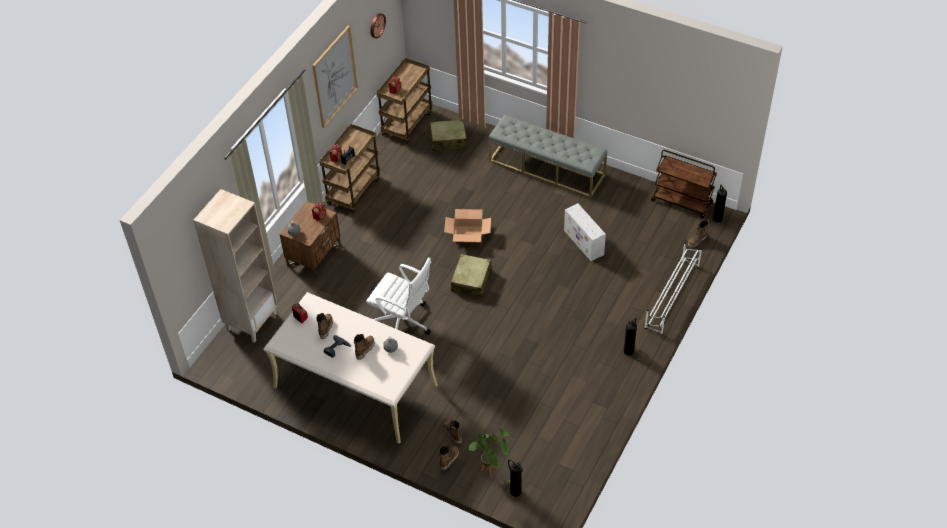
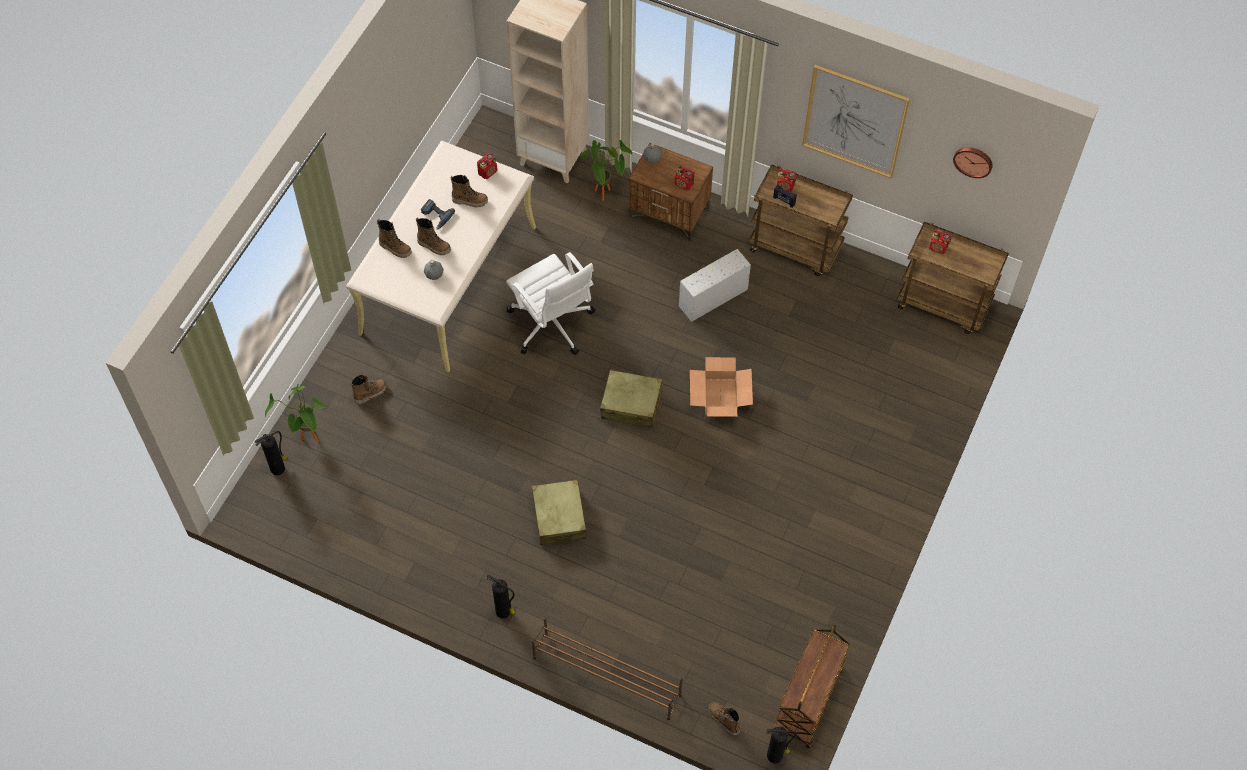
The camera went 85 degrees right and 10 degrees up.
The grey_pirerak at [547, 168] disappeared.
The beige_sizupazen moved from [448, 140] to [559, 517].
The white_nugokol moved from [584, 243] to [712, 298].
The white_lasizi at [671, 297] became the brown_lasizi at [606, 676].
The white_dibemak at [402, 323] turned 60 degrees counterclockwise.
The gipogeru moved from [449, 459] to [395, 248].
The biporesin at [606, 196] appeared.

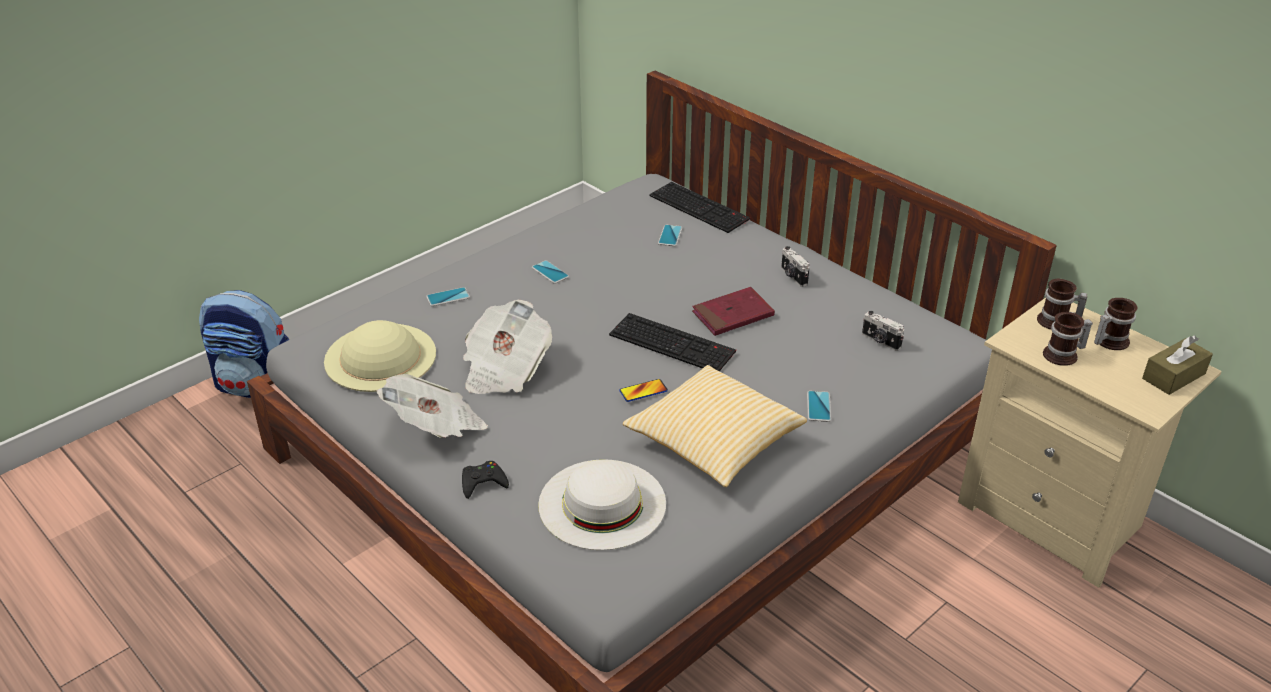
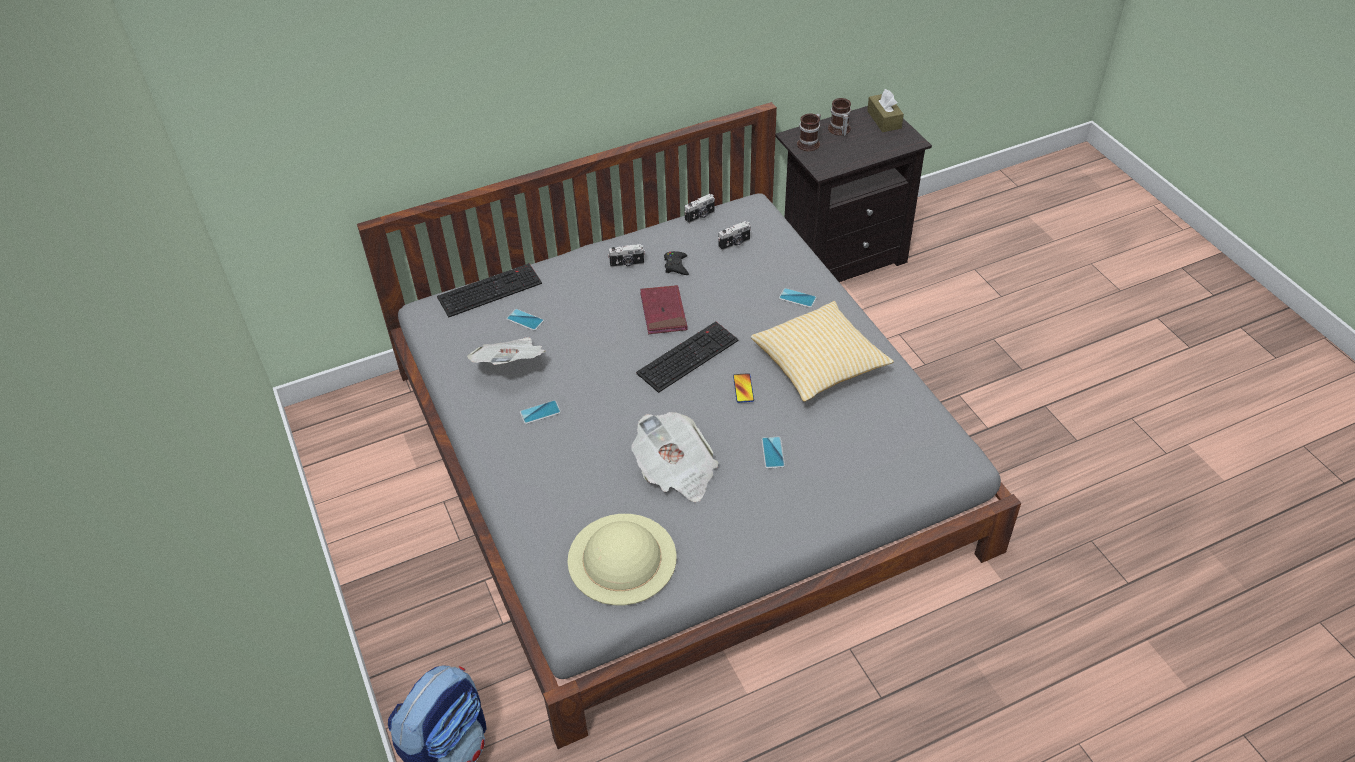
The camera went 70 degrees left and 10 degrees up.
The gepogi moved from [448, 297] to [773, 453].
The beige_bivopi at [1055, 517] became the black_bivopi at [841, 256].
The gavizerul at [1064, 356] disappeared.
The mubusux moved from [436, 427] to [511, 365].
The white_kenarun at [602, 503] disappeared.
The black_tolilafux moved from [483, 483] to [676, 266].
The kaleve at [700, 217] appeared.

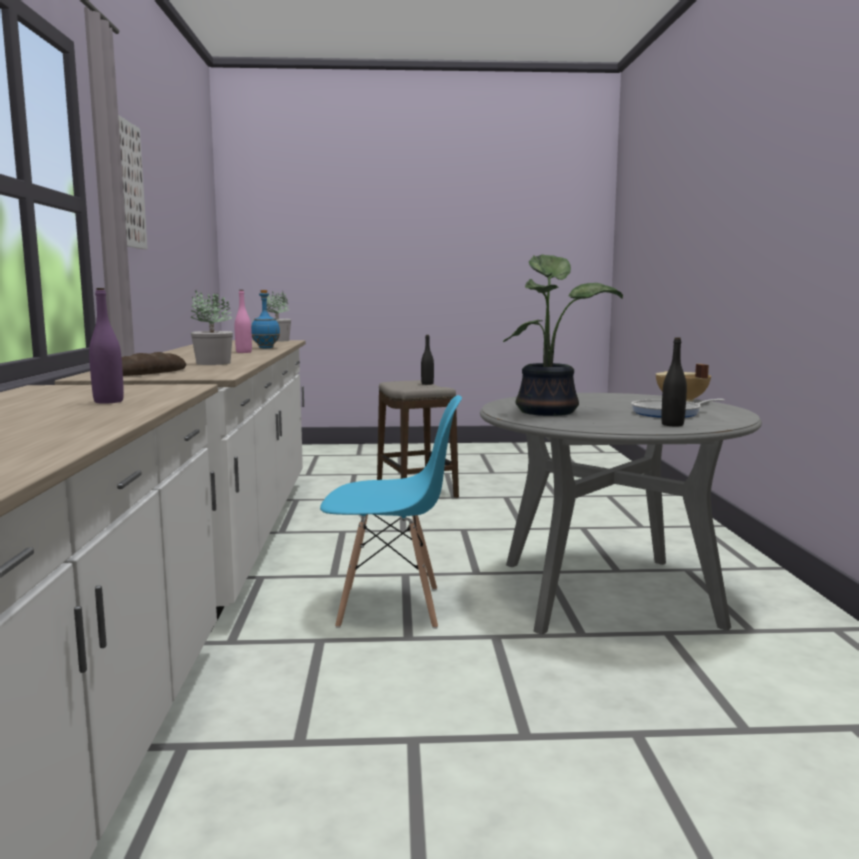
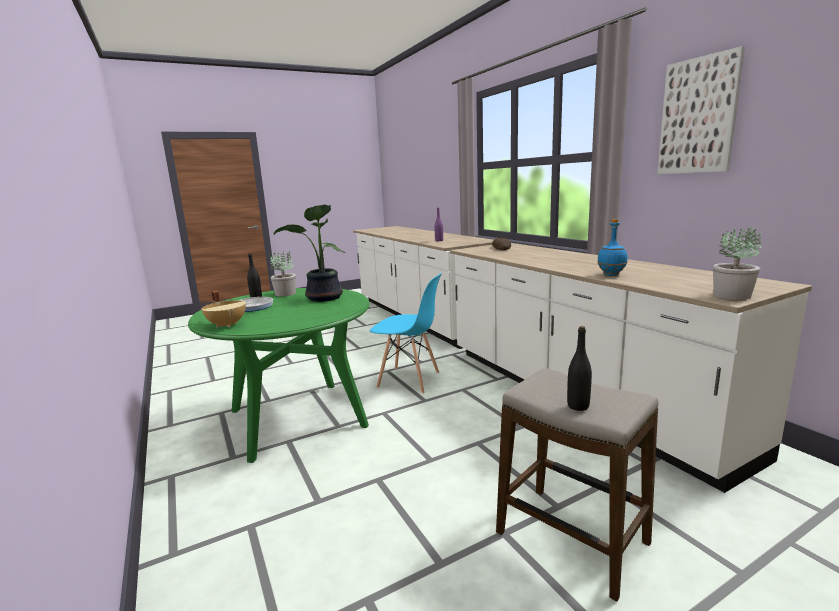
The camera went 155 degrees right and 5 degrees up.
The biporesin moved from [212, 363] to [285, 294].
The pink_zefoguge at [244, 352] disappeared.
The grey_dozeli at [607, 593] became the green_dozeli at [297, 418].
The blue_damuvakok at [390, 607] turned 135 degrees counterclockwise.

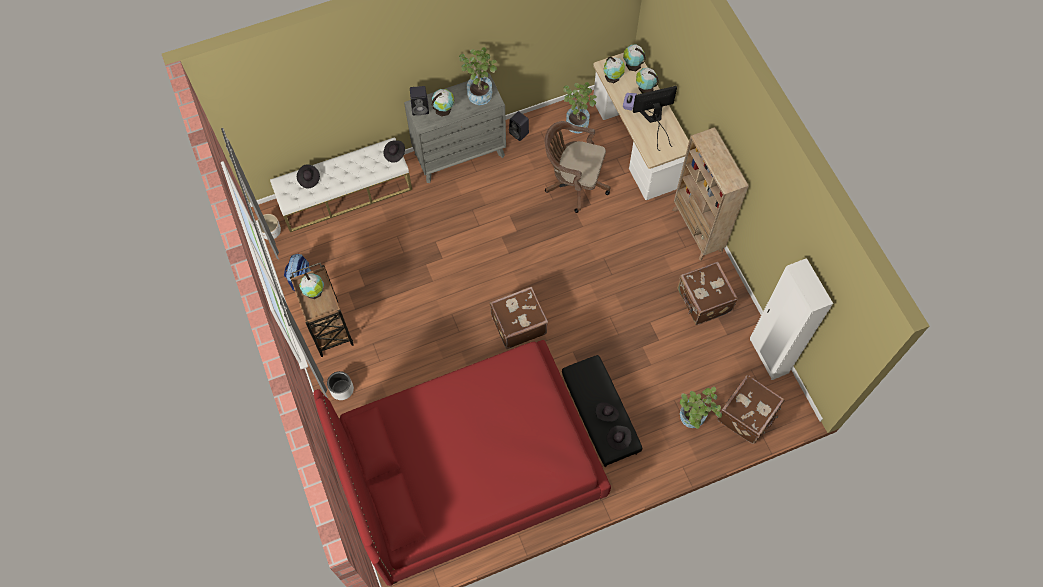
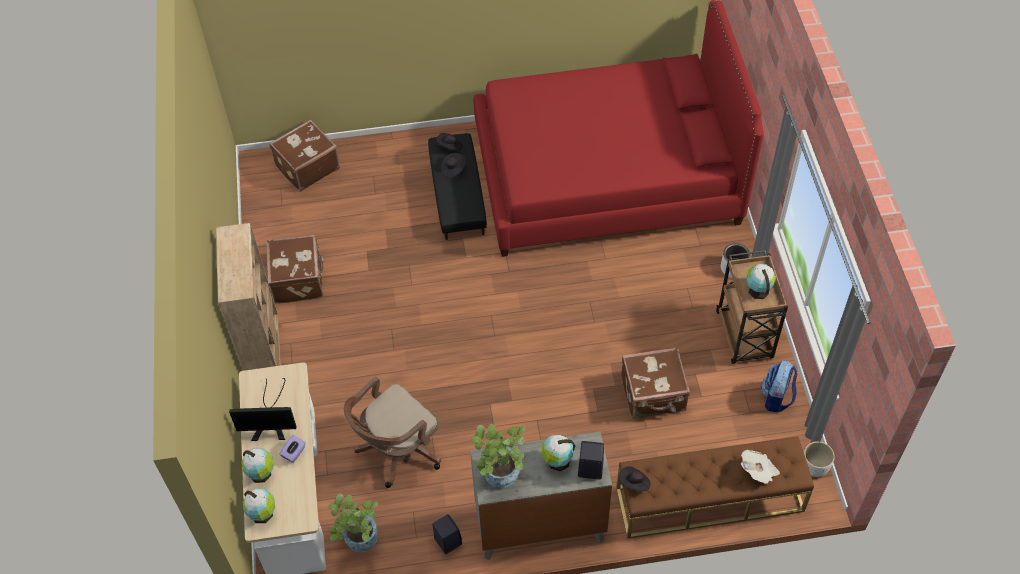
The camera went 165 degrees left and 10 degrees down.
The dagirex at [613, 77] disappeared.
The brown_dibemak at [573, 183] turned 105 degrees clockwise.
The white_pirerak at [345, 194] became the brown_pirerak at [709, 499].
The black_kenarun at [309, 179] was replaced by the mubusux at [758, 471].
The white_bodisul at [768, 356] disappeared.
The brown_sizupazen moved from [518, 324] to [653, 395].
The biporesin at [692, 420] disappeared.

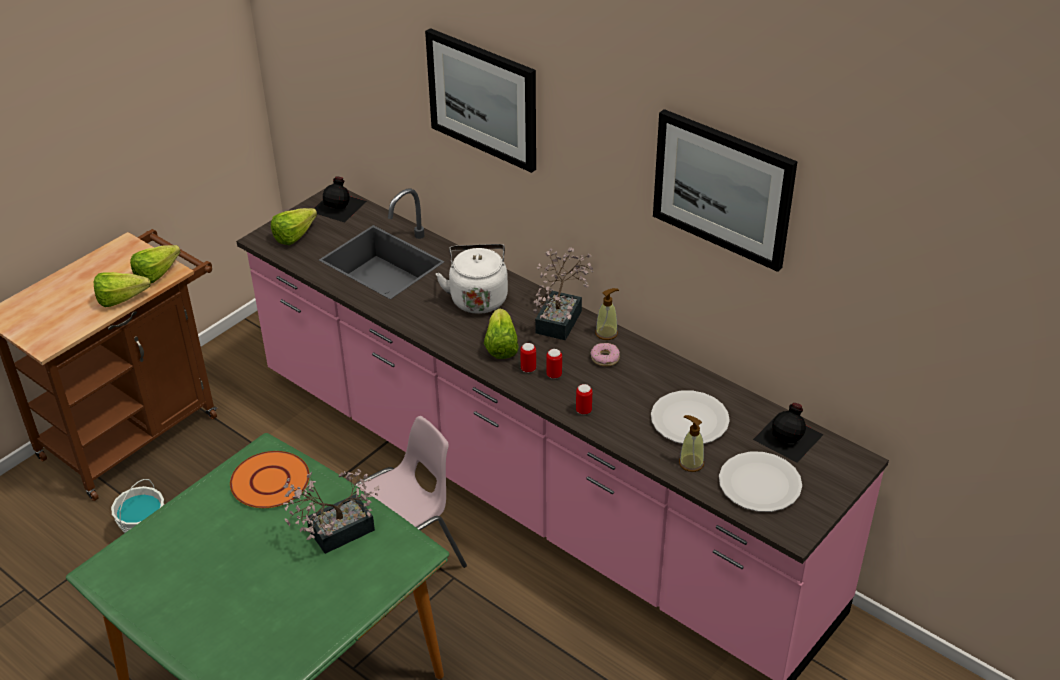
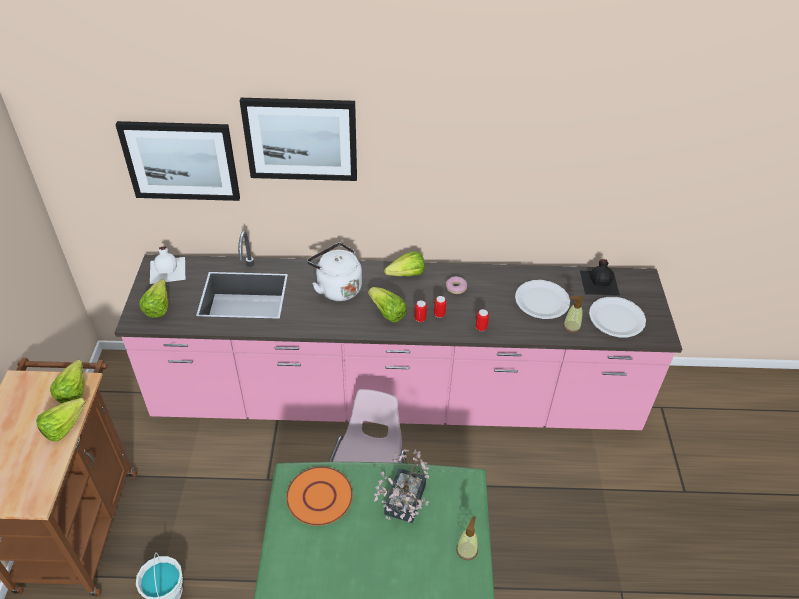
The camera went 40 degrees left and 5 degrees up.
The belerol moved from [723, 188] to [181, 160].
The black_zefoguge at [339, 206] became the white_zefoguge at [168, 269].
The biporesin at [561, 318] was replaced by the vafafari at [403, 275].
The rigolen moved from [606, 333] to [467, 550].

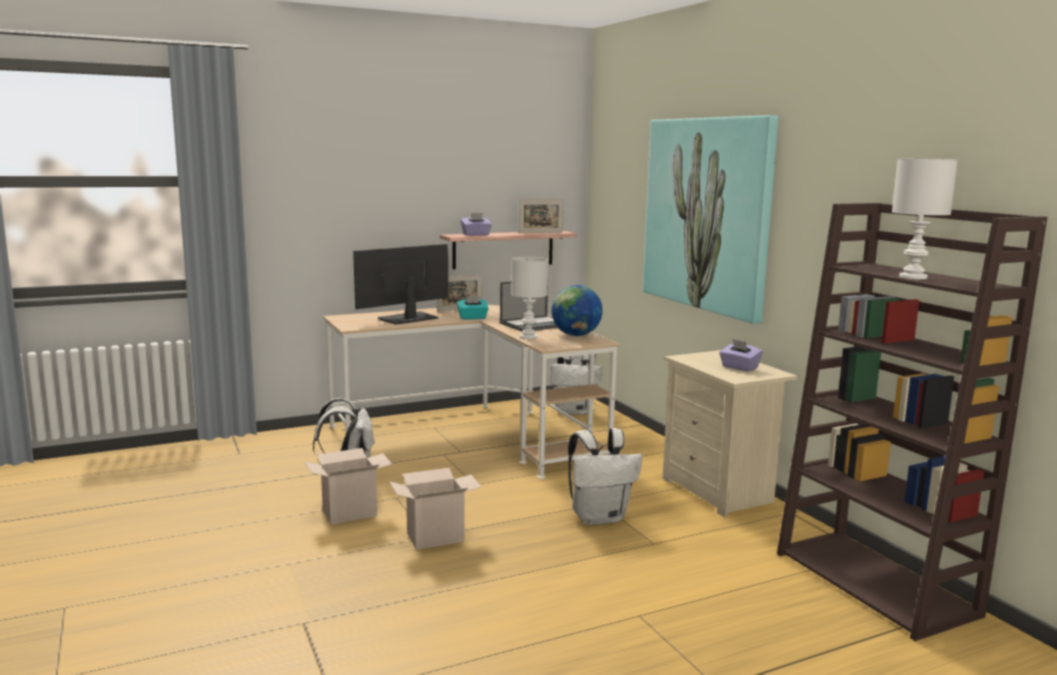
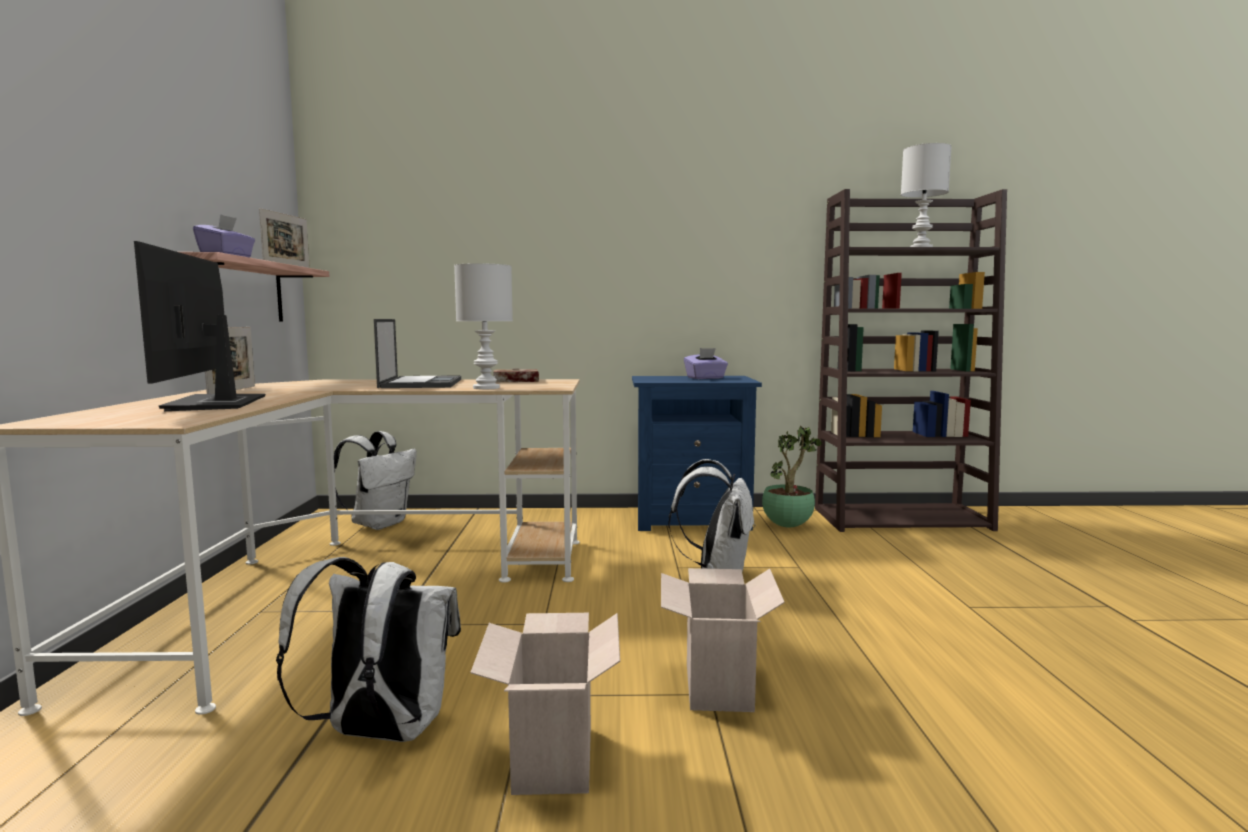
The camera went 65 degrees left and 5 degrees down.
The belerol at [707, 214] disappeared.
The dagirex at [576, 335] was replaced by the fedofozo at [514, 381].
The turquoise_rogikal at [472, 318] disappeared.
The beige_bivopi at [720, 492] became the blue_bivopi at [692, 519].
The biporesin at [788, 526] appeared.

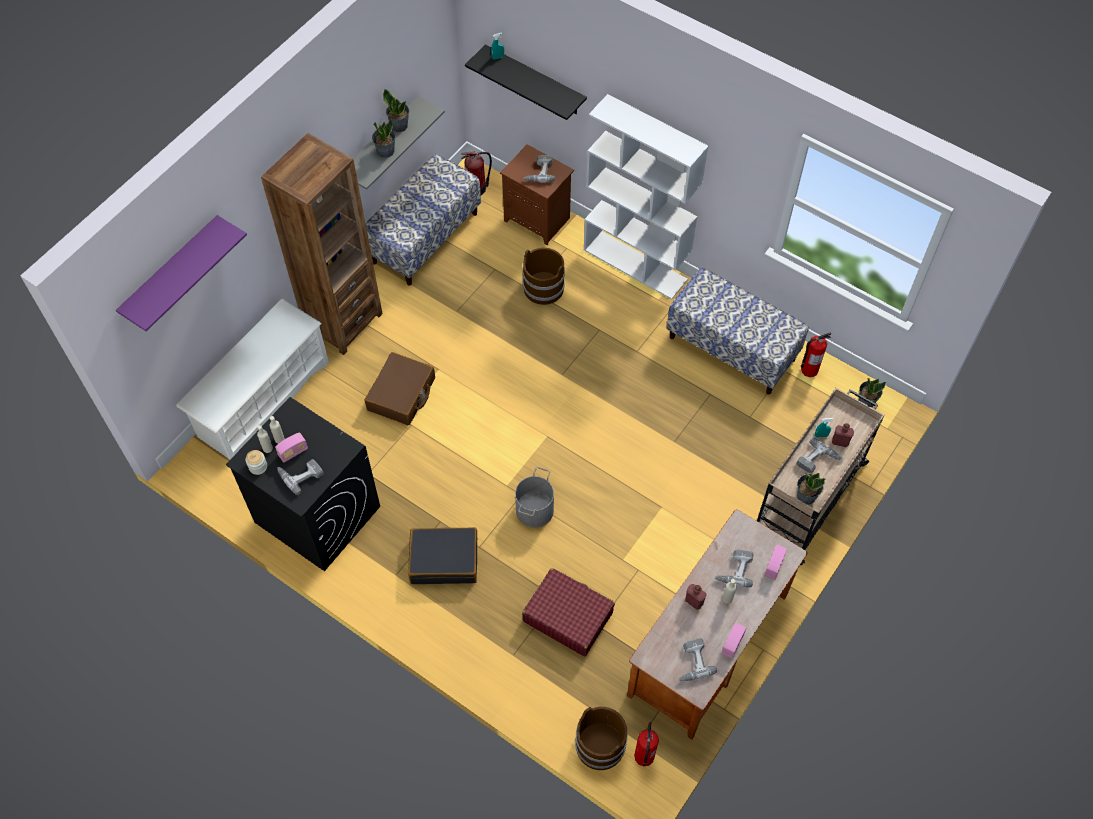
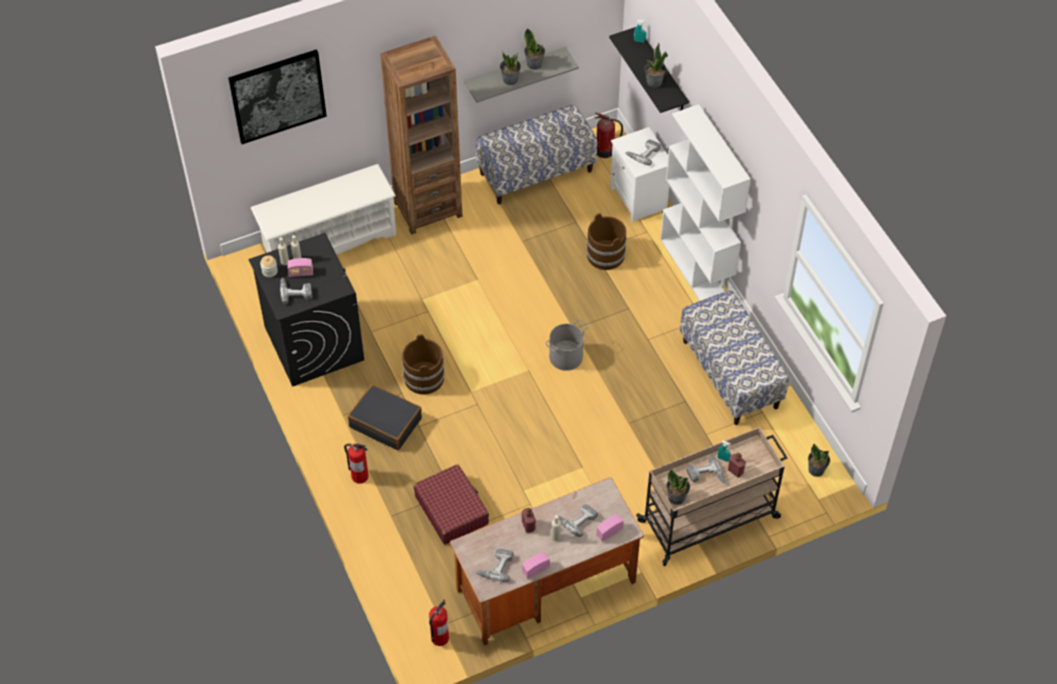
The camera went 30 degrees right and 5 degrees down.
The brown_bivopi at [538, 219] became the white_bivopi at [639, 198].
The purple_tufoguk at [171, 272] was replaced by the belerol at [277, 96].
The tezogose moved from [809, 370] to [359, 476].
The brown_sizupazen at [401, 394] disappeared.
The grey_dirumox moved from [535, 510] to [566, 357].
The brown_dirumox moved from [599, 745] to [424, 377].
The biporesin at [654, 82] appeared.

